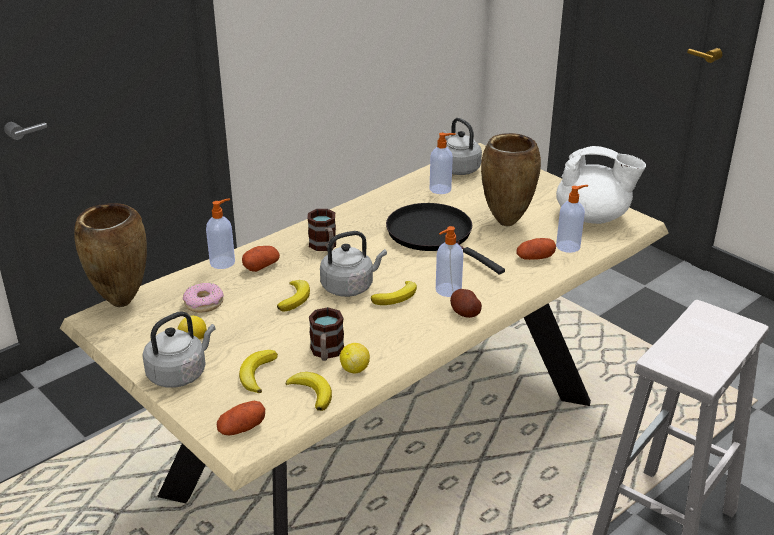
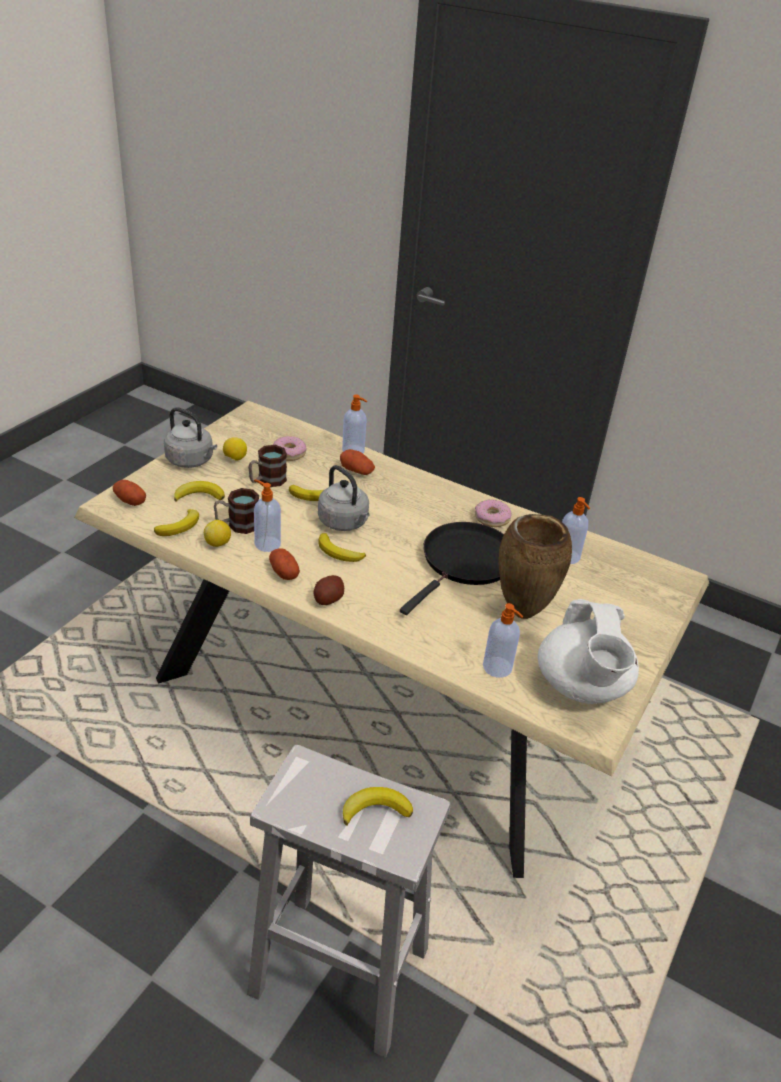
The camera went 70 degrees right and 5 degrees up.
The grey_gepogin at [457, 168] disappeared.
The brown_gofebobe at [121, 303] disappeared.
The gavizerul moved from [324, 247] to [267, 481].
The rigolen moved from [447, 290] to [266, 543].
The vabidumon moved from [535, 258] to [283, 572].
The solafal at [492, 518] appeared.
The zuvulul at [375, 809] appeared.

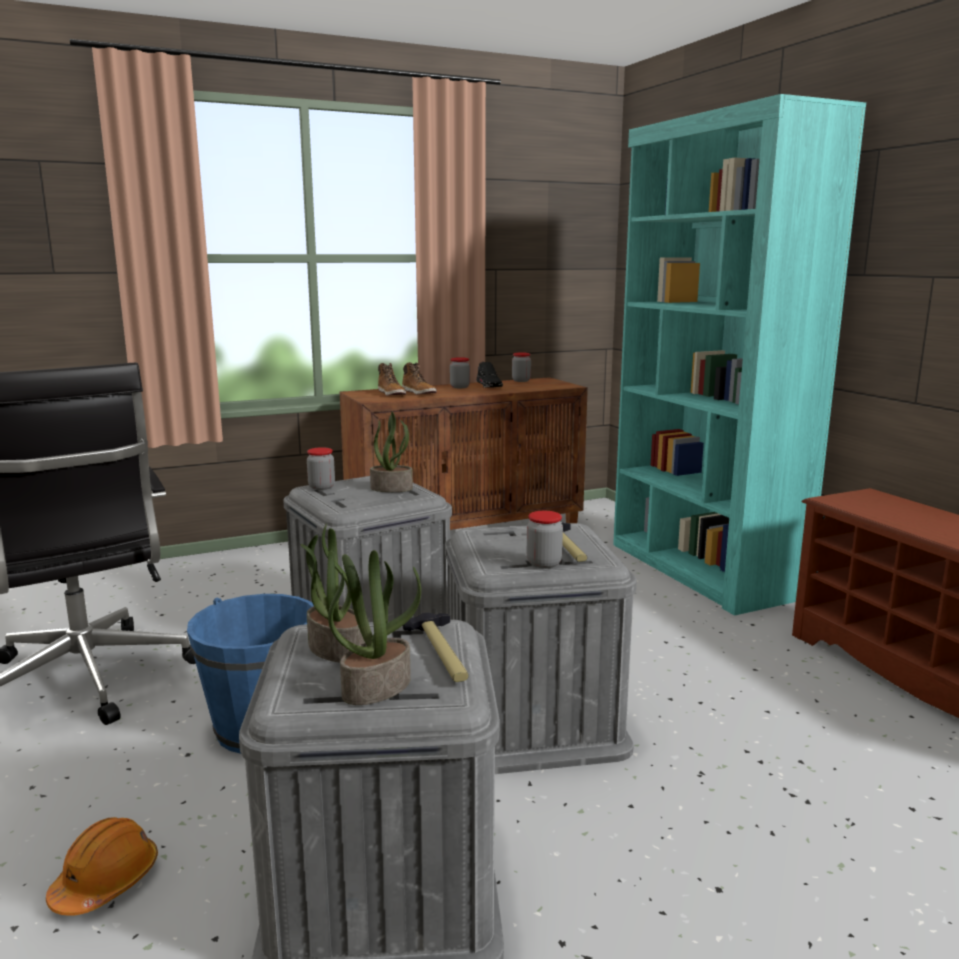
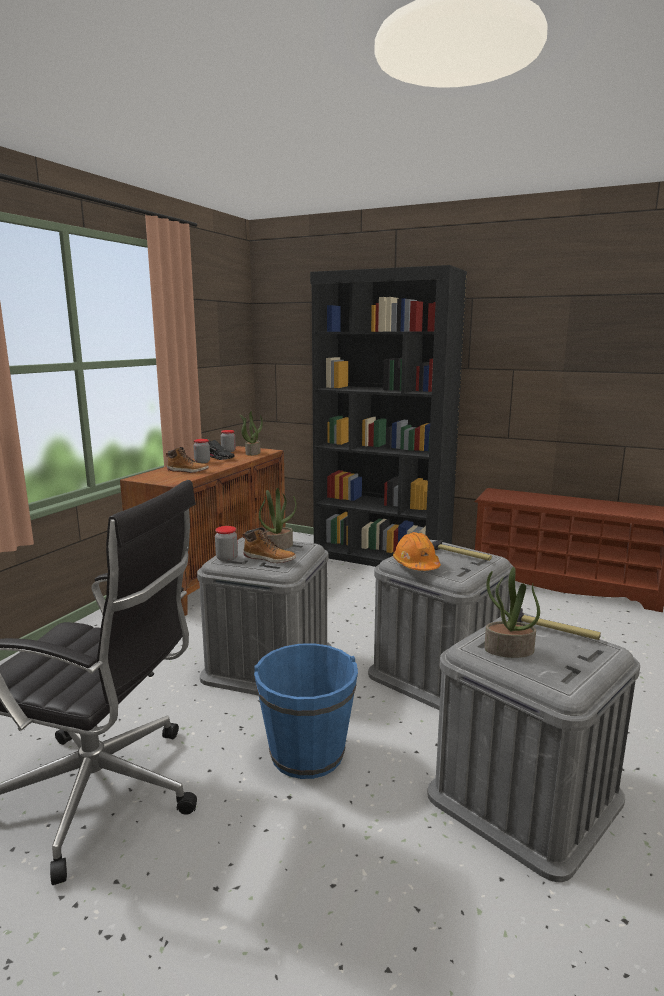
The camera went 40 degrees left and 0 degrees up.
The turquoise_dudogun at [702, 570] became the black_dudogun at [382, 557].
The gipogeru moved from [392, 394] to [270, 558].
The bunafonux at [544, 563] disappeared.
The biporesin moved from [376, 687] to [252, 453].
The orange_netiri moved from [106, 882] to [416, 565].

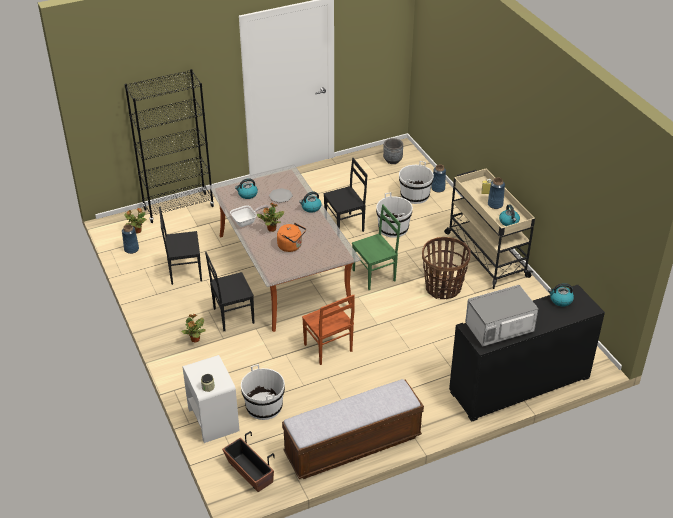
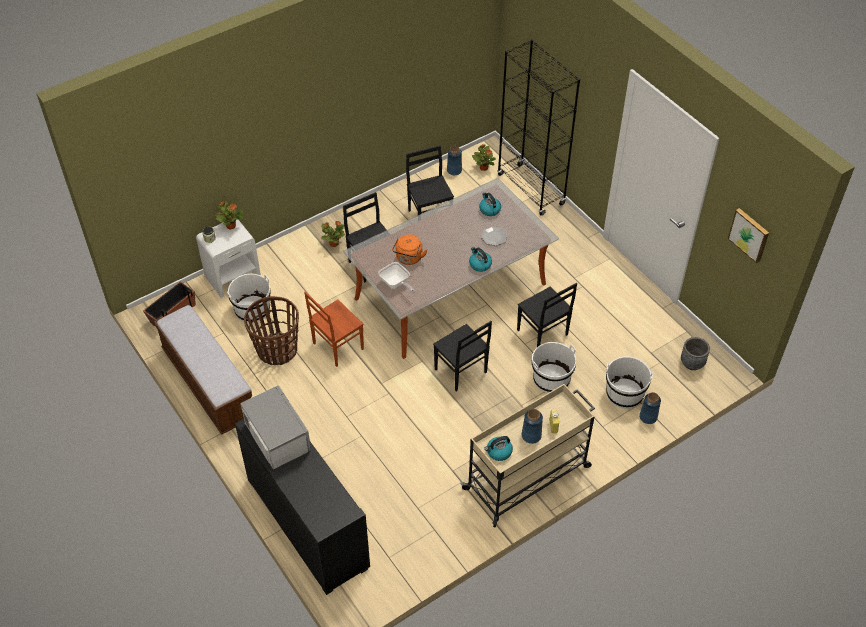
The camera went 80 degrees right and 10 degrees up.
The biporesin moved from [271, 229] to [230, 226].
The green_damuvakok at [375, 275] became the black_damuvakok at [460, 371].
The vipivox moved from [246, 221] to [396, 284].
The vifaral moved from [443, 288] to [276, 350].
The gepogin at [560, 300] disappeared.
The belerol at [749, 234] appeared.

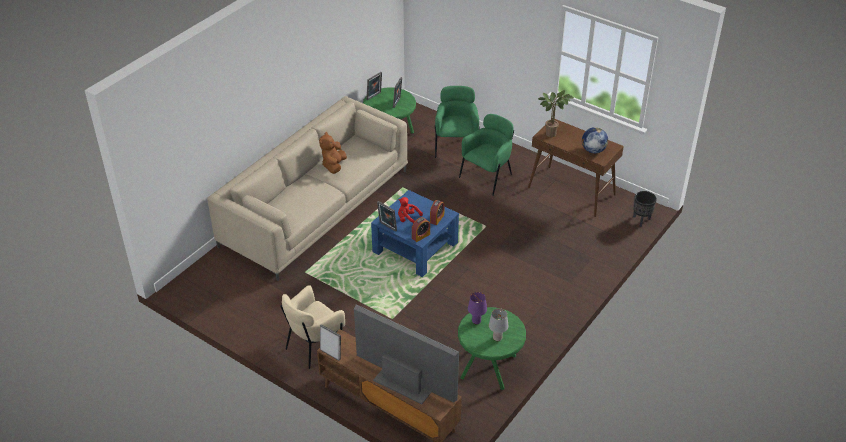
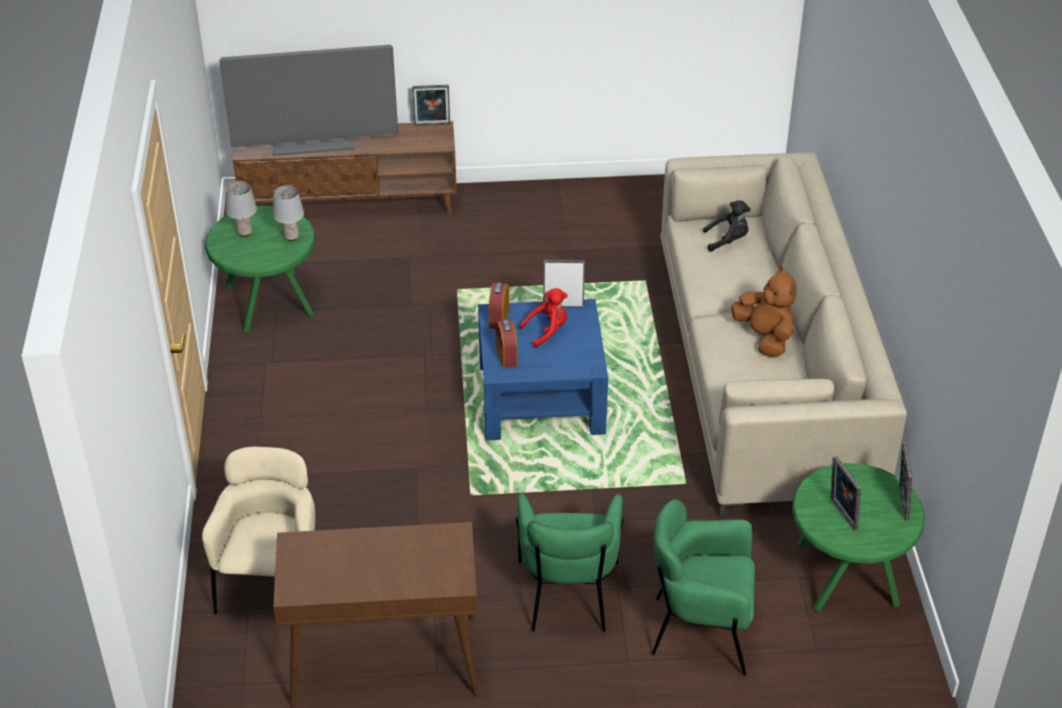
The camera went 140 degrees right and 0 degrees up.
The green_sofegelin at [456, 147] turned 135 degrees clockwise.
The biporesin at [552, 133] disappeared.
The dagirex at [593, 150] disappeared.
The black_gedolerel at [641, 220] disappeared.
The beige_sofegelin moved from [315, 346] to [273, 583].
The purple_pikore at [476, 321] became the grey_pikore at [291, 237].
The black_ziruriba at [728, 240] appeared.

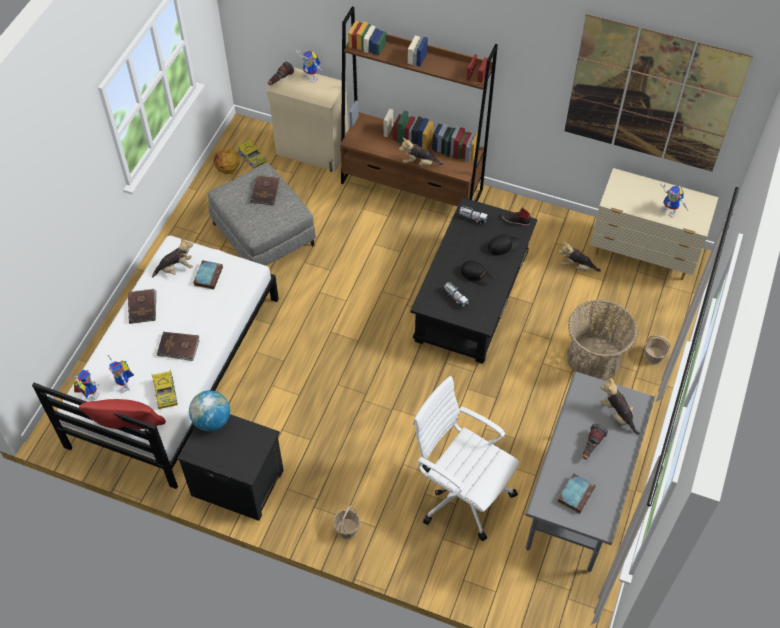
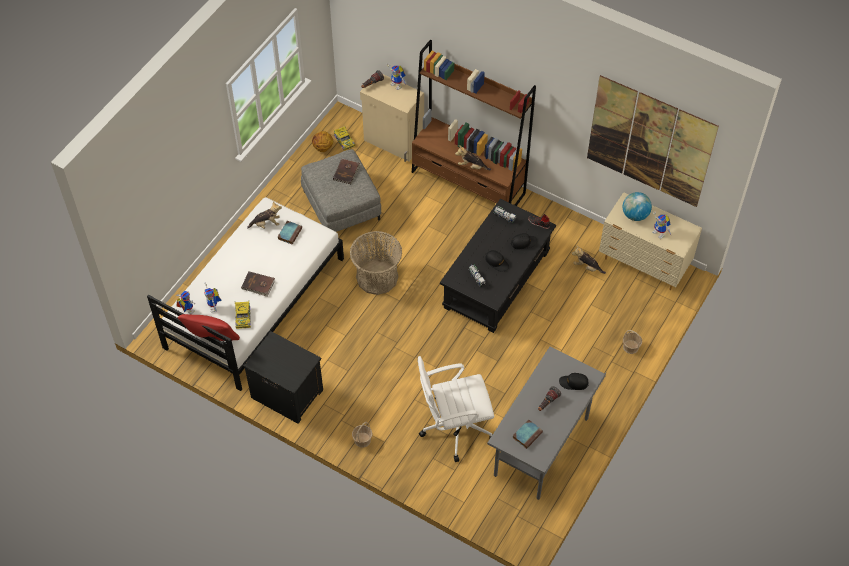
The camera went 10 degrees right and 0 degrees up.
The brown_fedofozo at [142, 307] disappeared.
The vifaral moved from [594, 358] to [377, 277].
The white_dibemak at [461, 492] turned 60 degrees counterclockwise.
The ziruriba at [617, 415] was replaced by the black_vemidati at [573, 383].
The dagirex moved from [212, 420] to [635, 215].

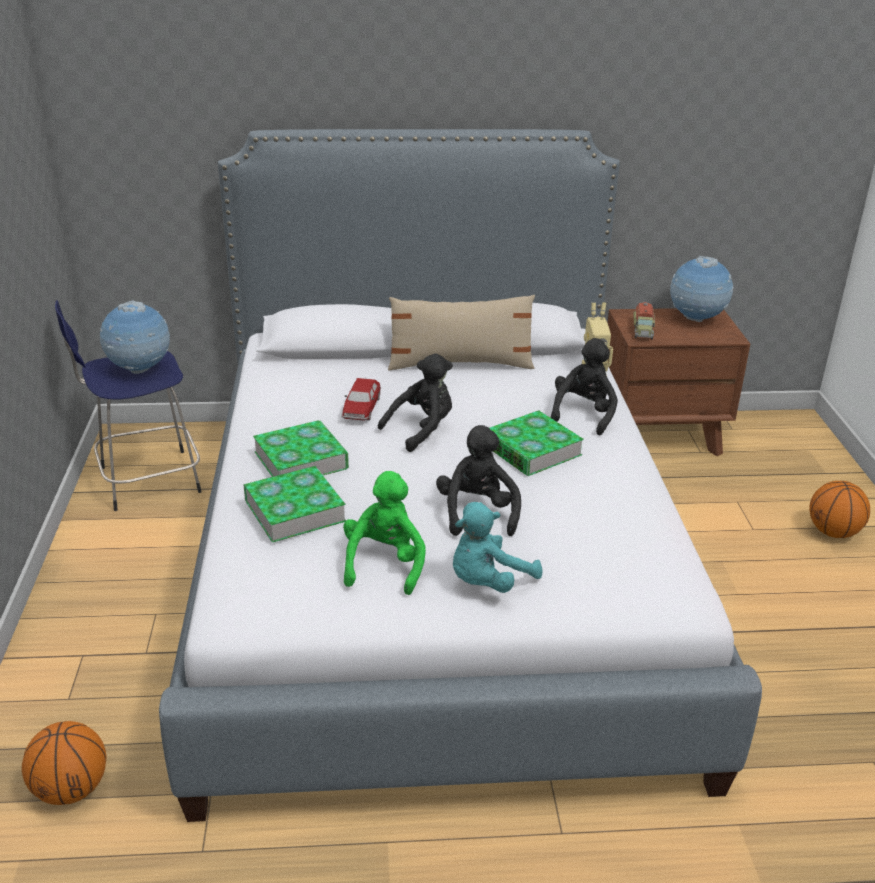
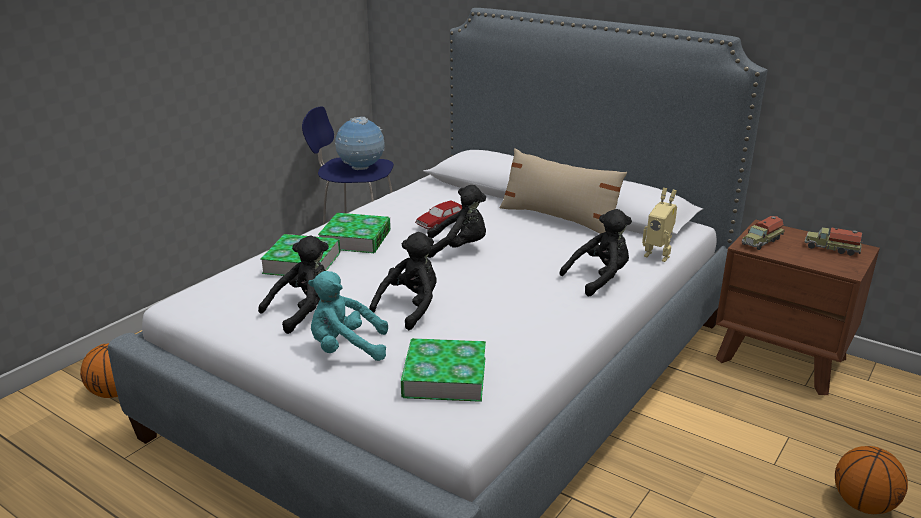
The camera went 40 degrees right and 5 degrees down.
The dagirex at [696, 320] was replaced by the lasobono at [831, 248].
The fedofozo moved from [532, 450] to [444, 377].
The green_ziruriba at [384, 564] became the black_ziruriba at [303, 311].

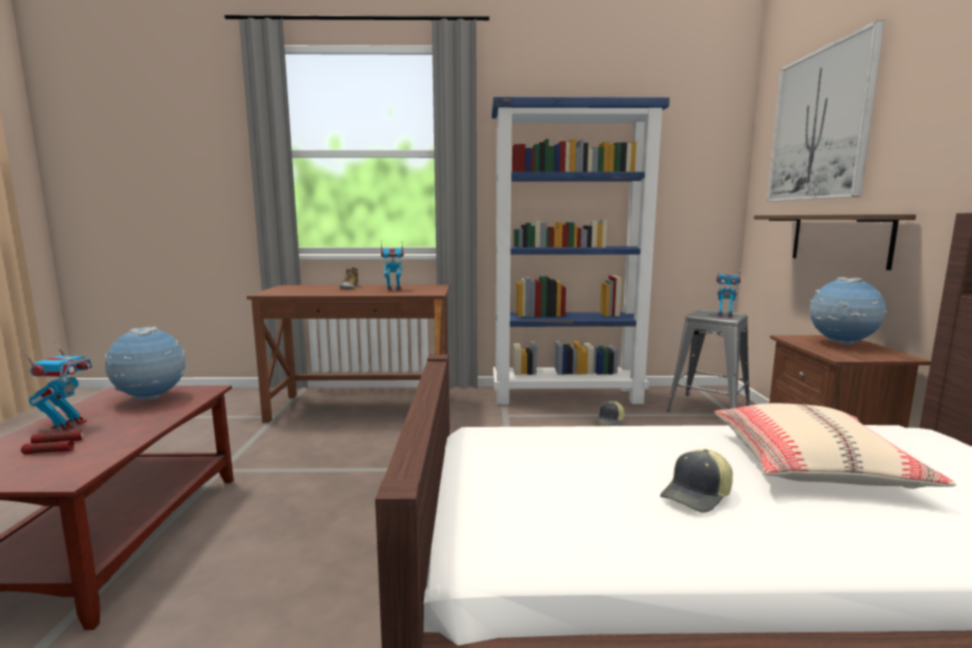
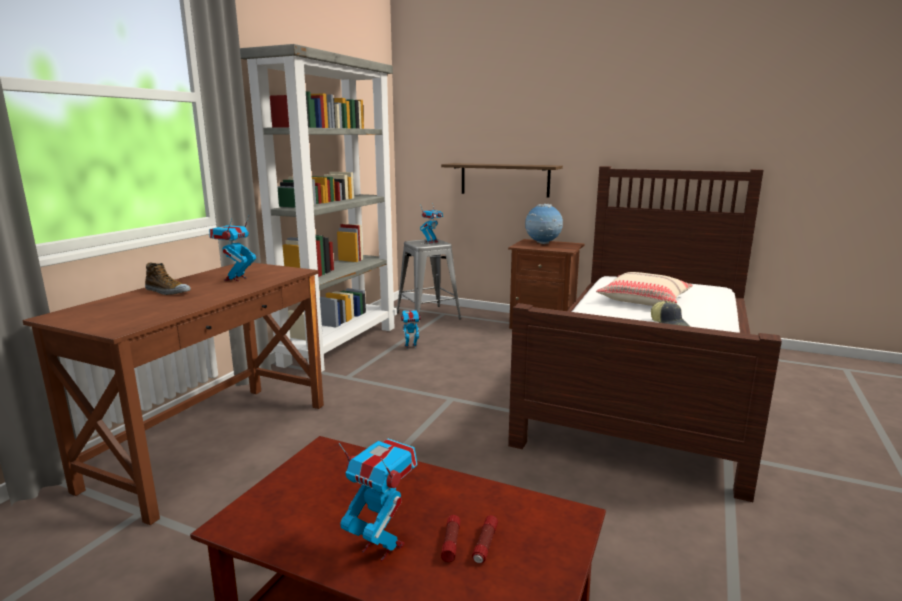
The camera went 65 degrees left and 5 degrees up.
The belerol at [820, 125] disappeared.
The blue_dudogun at [567, 395] became the grey_dudogun at [340, 345].
The dagirex at [151, 399] disappeared.
The vemidati at [609, 421] was replaced by the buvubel at [411, 346].

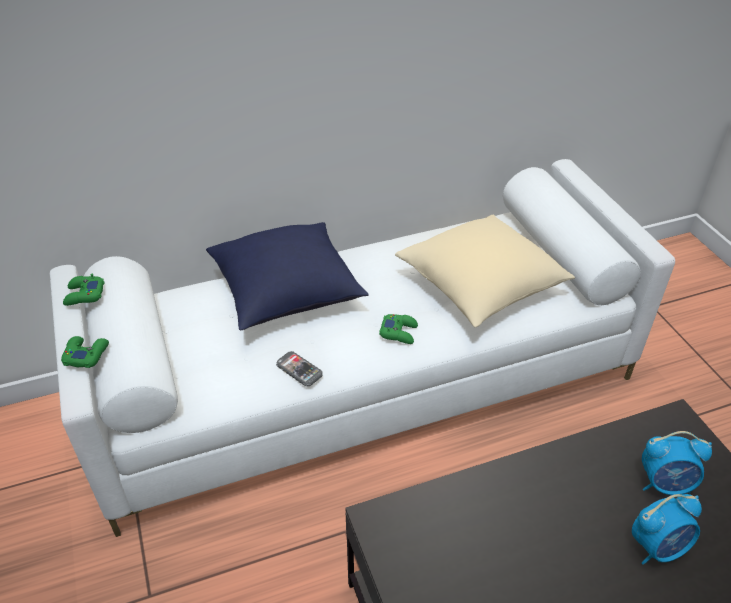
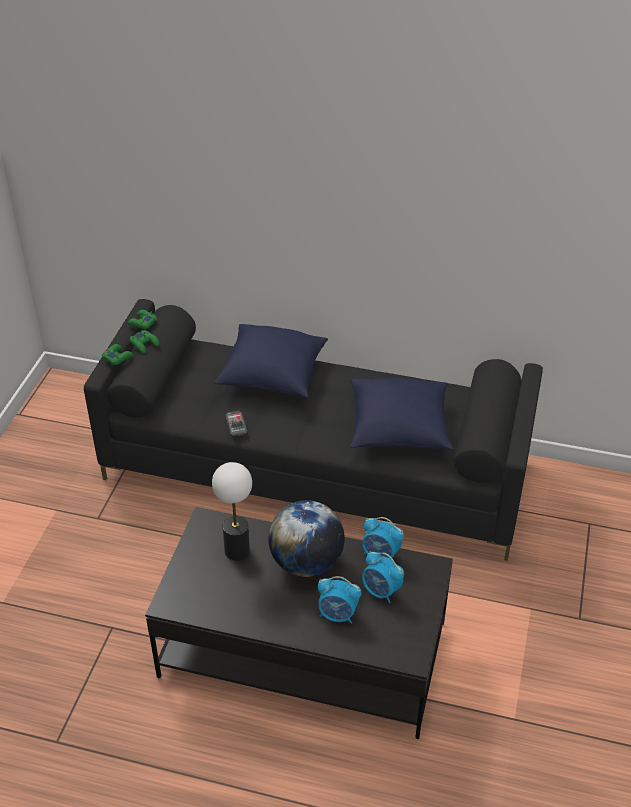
The camera went 35 degrees right and 0 degrees up.
The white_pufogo at [366, 384] became the black_pufogo at [317, 469].
The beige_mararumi at [481, 287] became the blue_mararumi at [398, 429].
The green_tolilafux moved from [399, 332] to [144, 344].
The pikore at [237, 551] appeared.
The dagirex at [306, 562] appeared.
The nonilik at [381, 555] appeared.

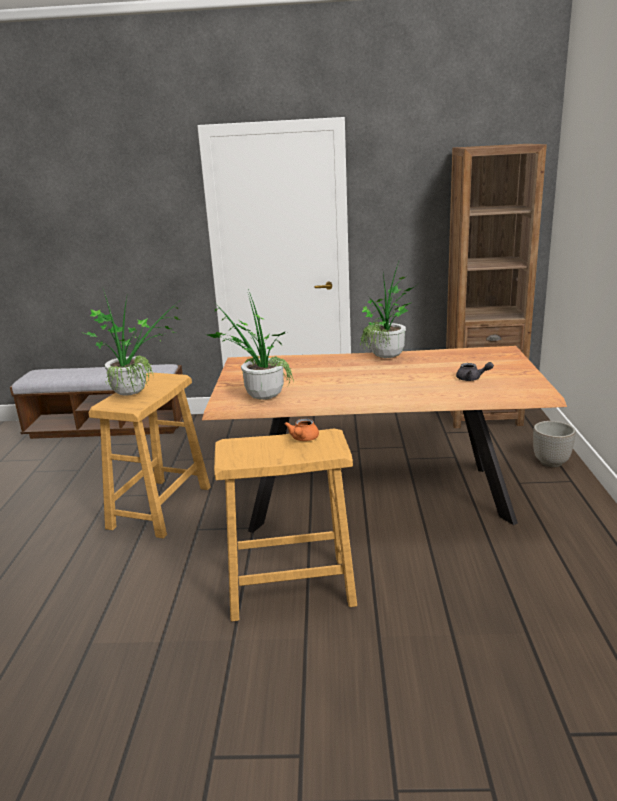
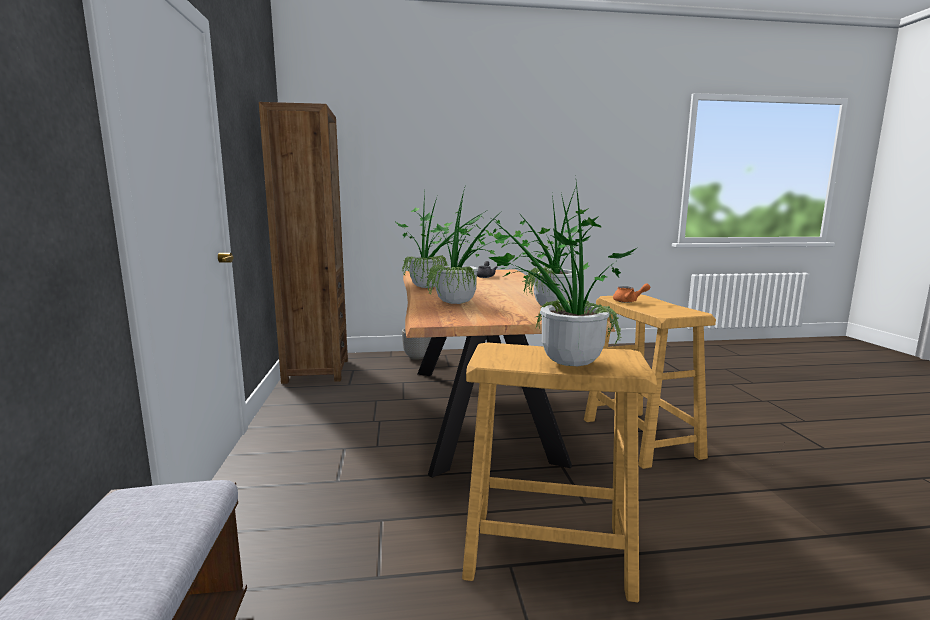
The camera went 100 degrees left and 10 degrees down.
The biporesin at [462, 304] appeared.

